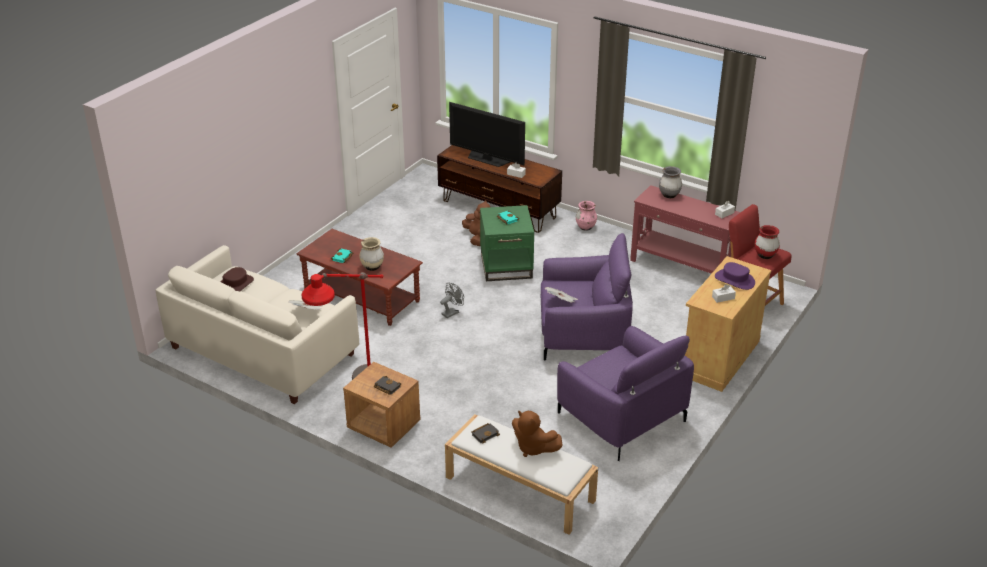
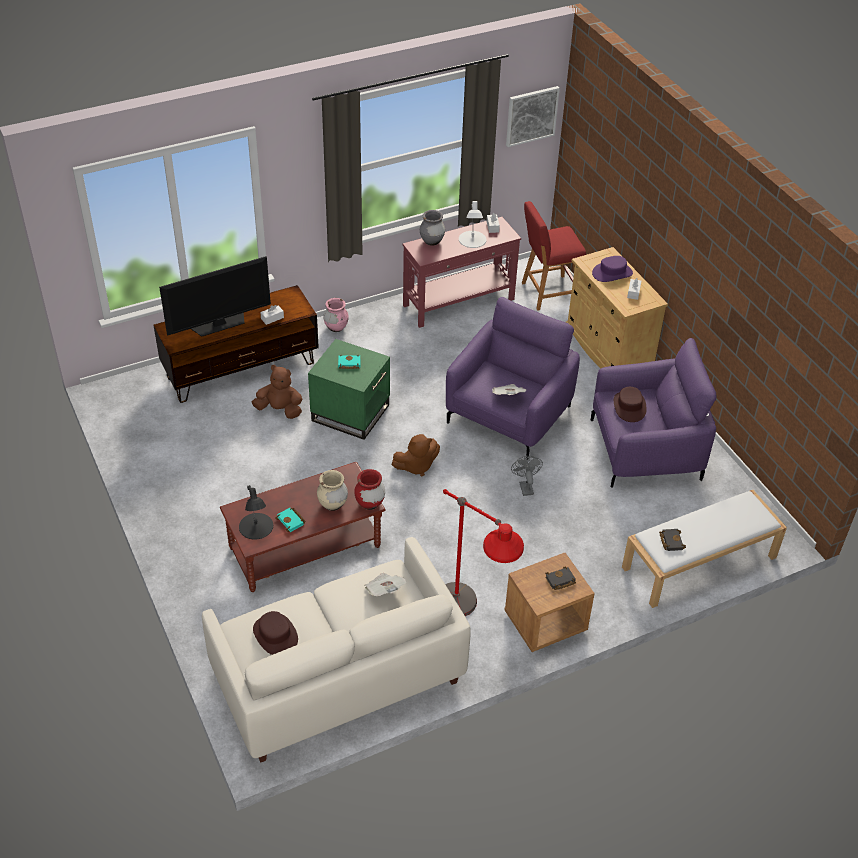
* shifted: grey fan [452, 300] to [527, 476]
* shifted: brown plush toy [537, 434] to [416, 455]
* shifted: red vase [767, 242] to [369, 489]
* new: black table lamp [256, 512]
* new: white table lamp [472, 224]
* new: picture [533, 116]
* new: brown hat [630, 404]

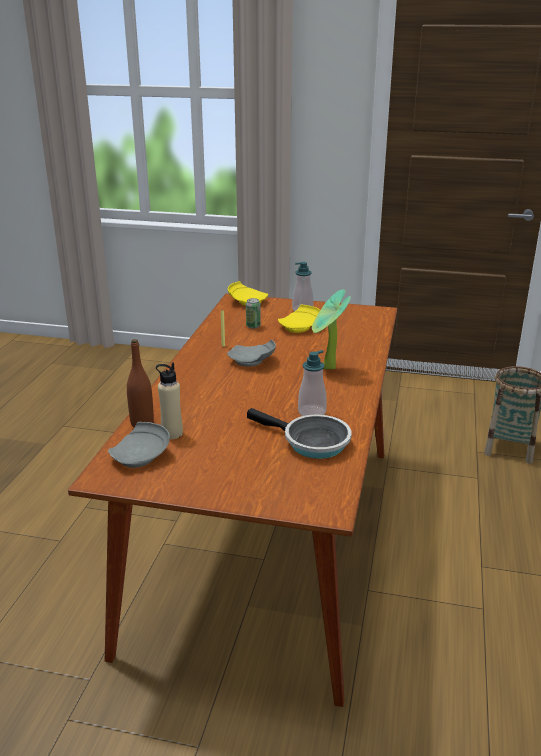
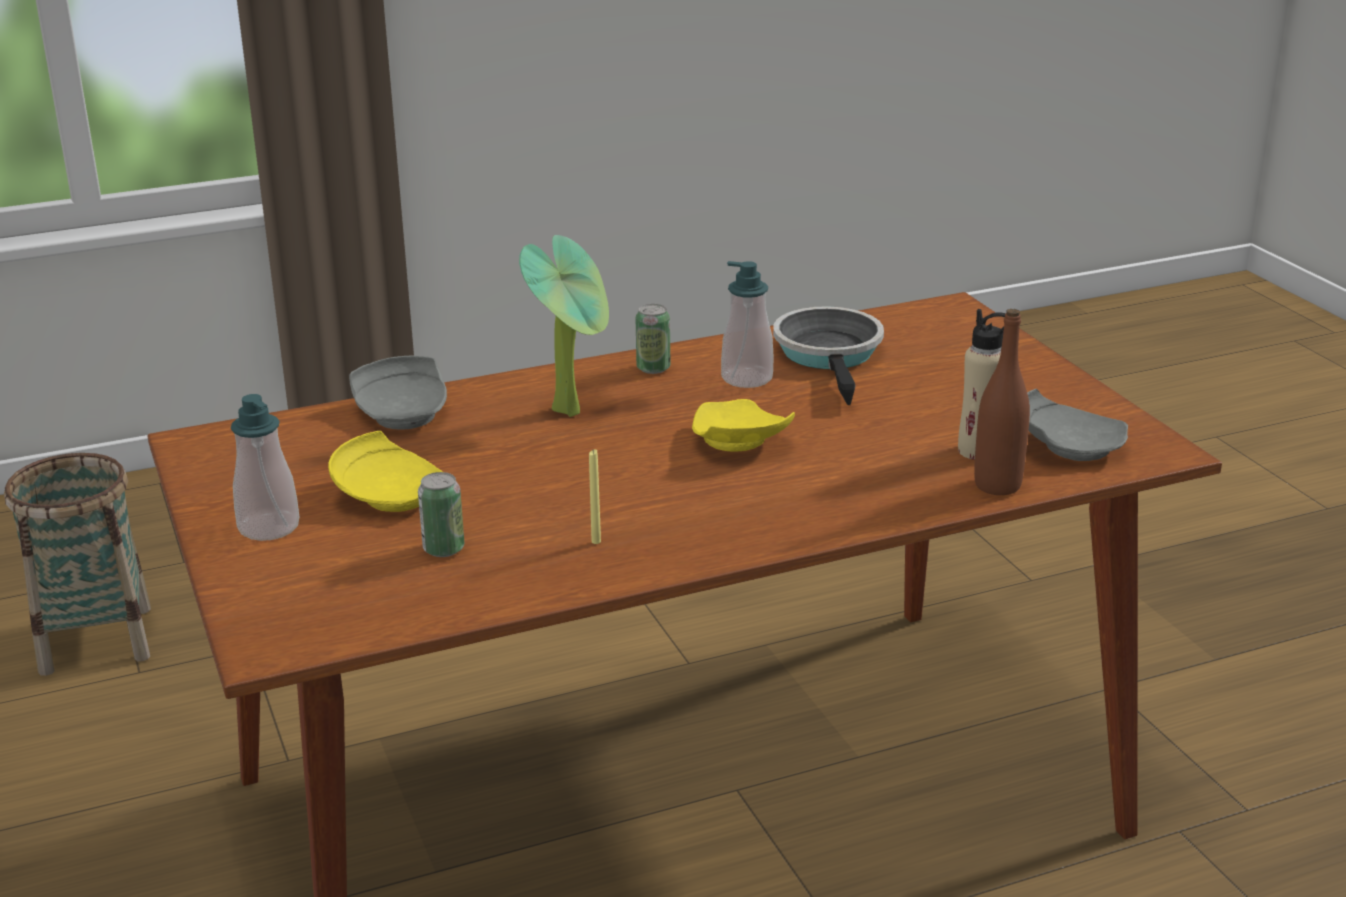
* shifted: grey plate [251, 352] to [398, 393]
* shifted: yellow plate [248, 293] to [743, 425]
* new: can [653, 339]

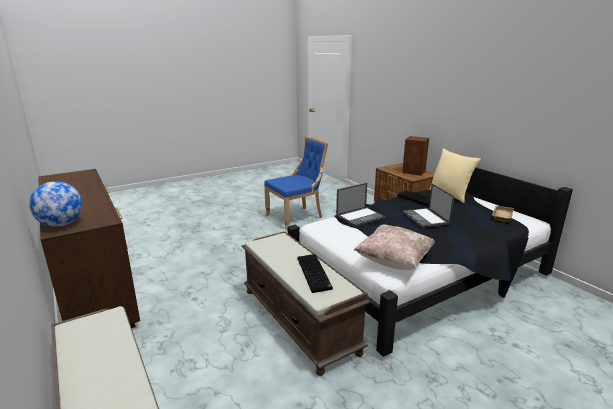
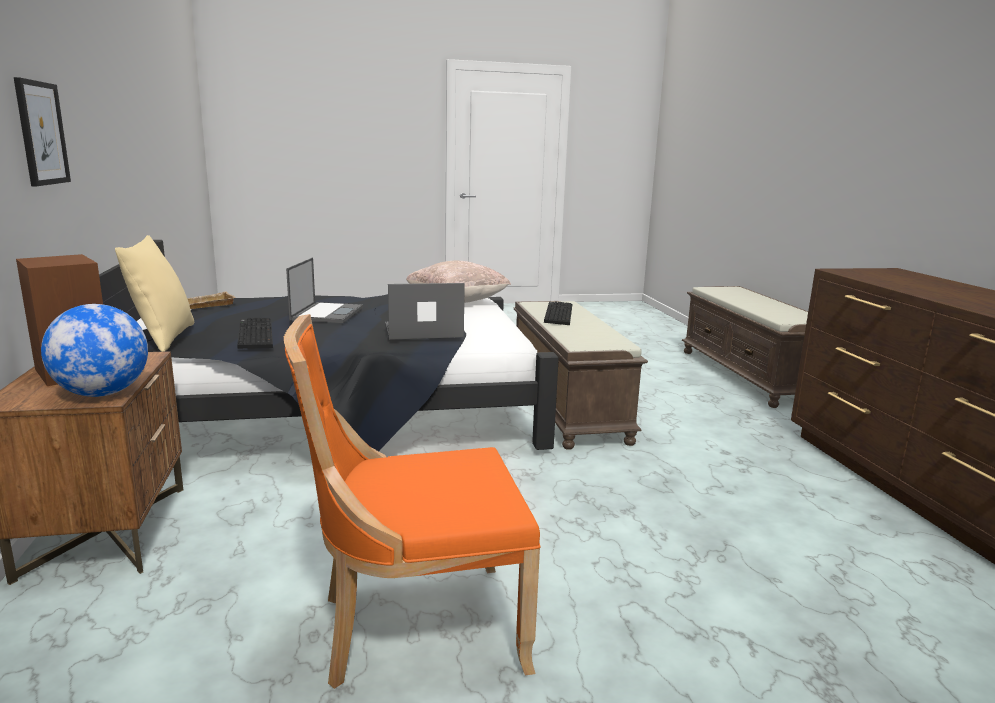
* shifted: globe [55, 204] to [94, 350]
* repainted: blue chair [296, 183] to orange chair [412, 501]
* new: picture [42, 131]

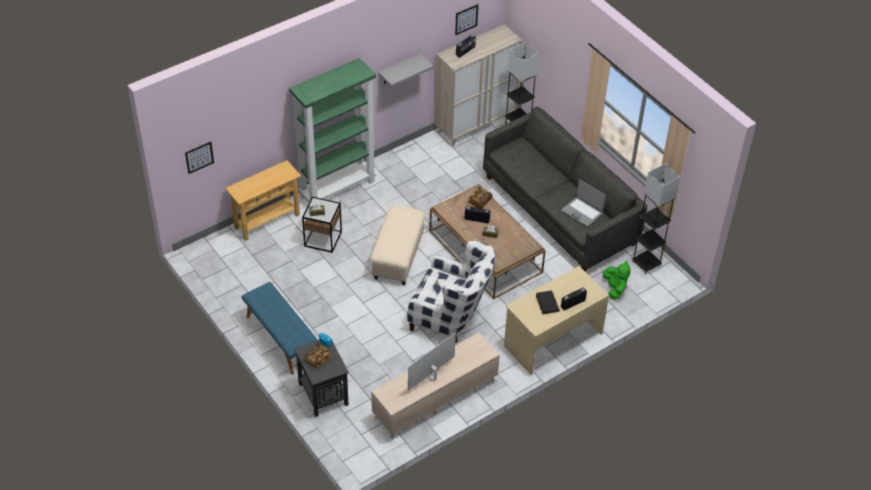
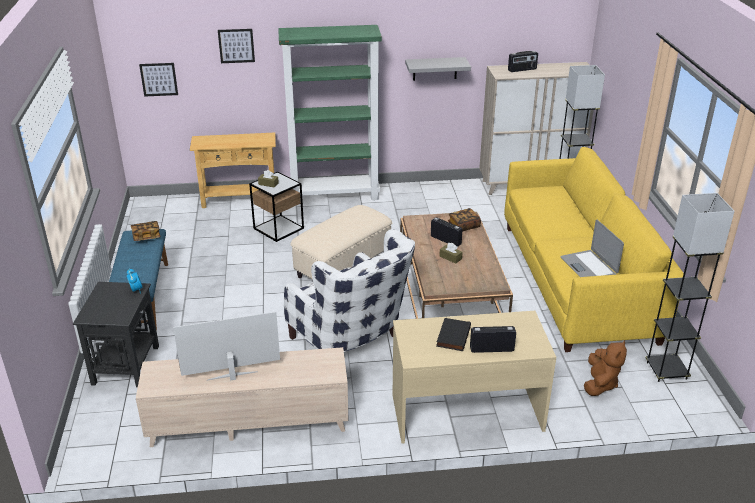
* shifted: book [318, 355] to [146, 231]
* shifted: picture [466, 19] to [236, 46]
* repainted: grey sofa [565, 189] to yellow sofa [594, 249]
* repainted: green plush toy [617, 280] to brown plush toy [605, 368]

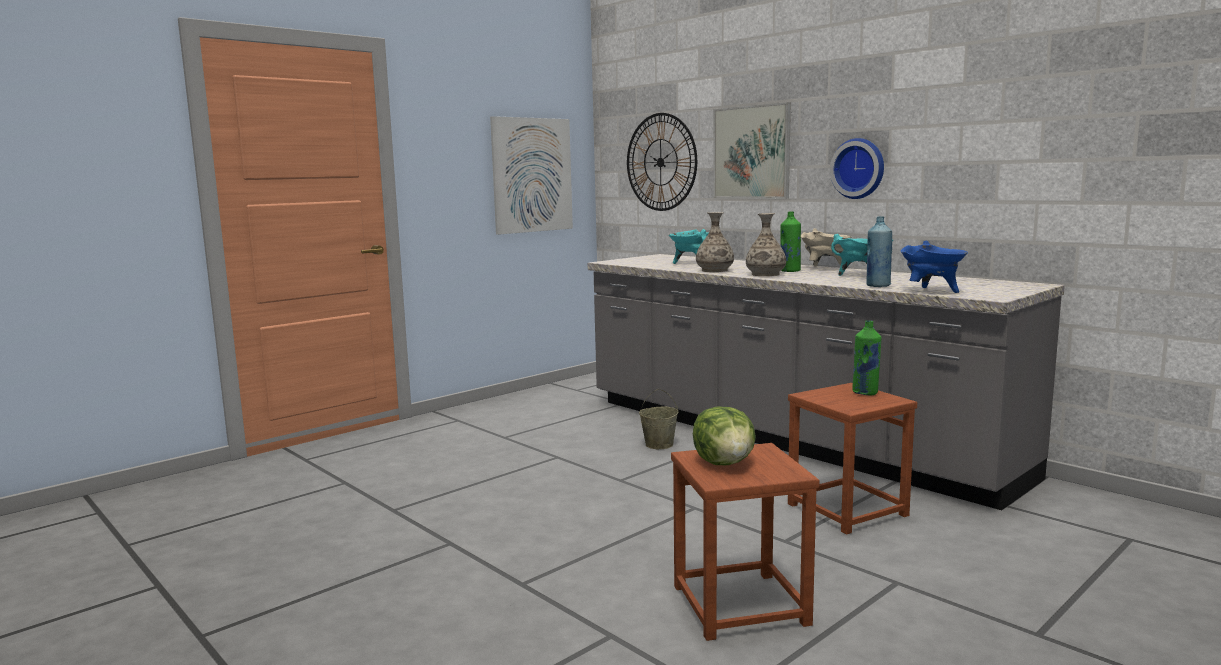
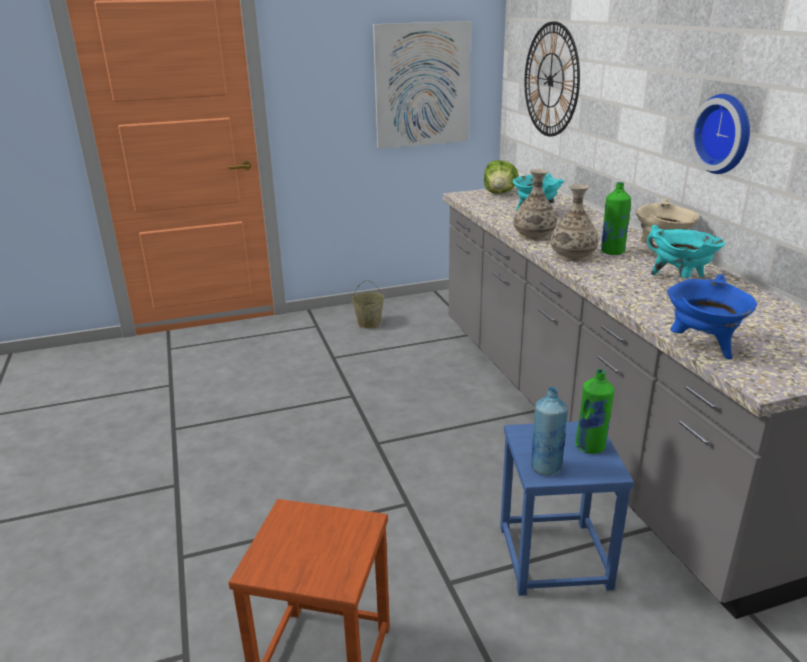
* shifted: beige bucket [658, 419] to [368, 304]
* shifted: lettuce [724, 436] to [501, 177]
* gone: picture [752, 150]
* repainted: brown stool [852, 459] to blue stool [567, 508]
* shifted: blue bottle [879, 251] to [549, 431]

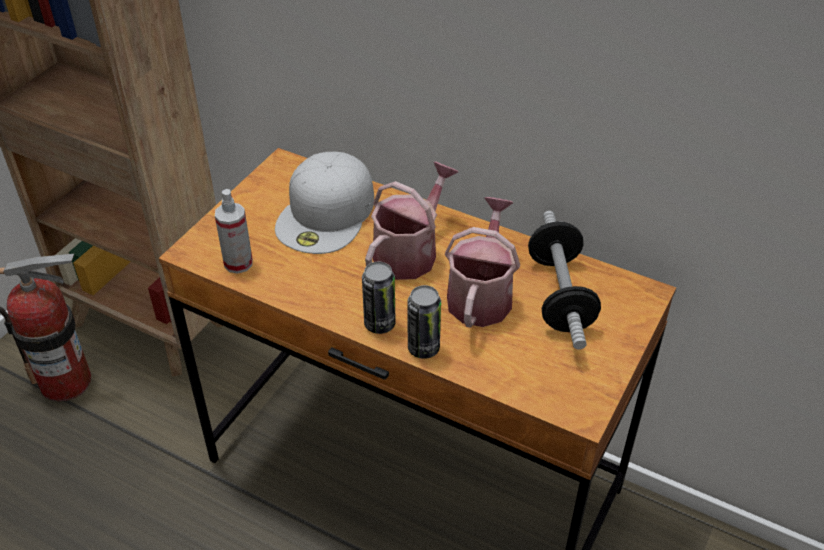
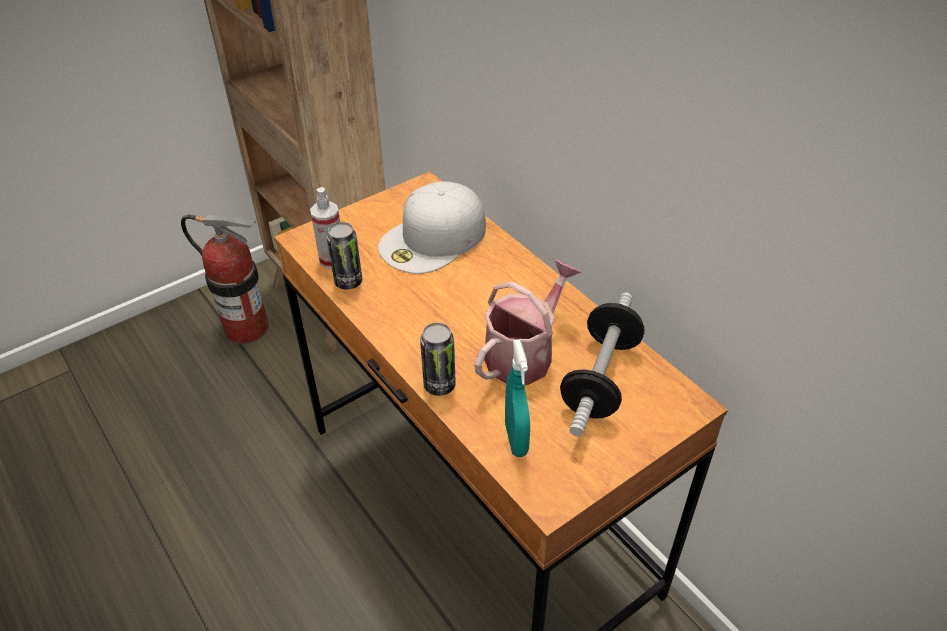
* shifted: can [379, 298] to [344, 256]
* gone: watering can [411, 221]
* new: turquoise spray bottle [517, 398]

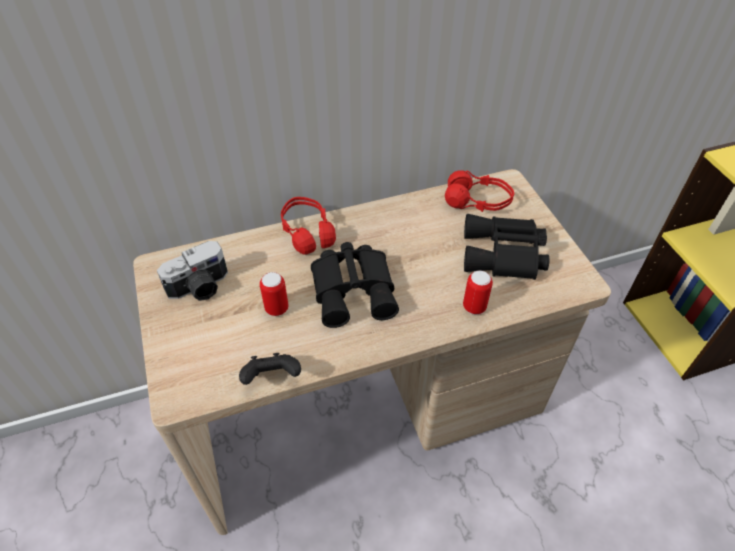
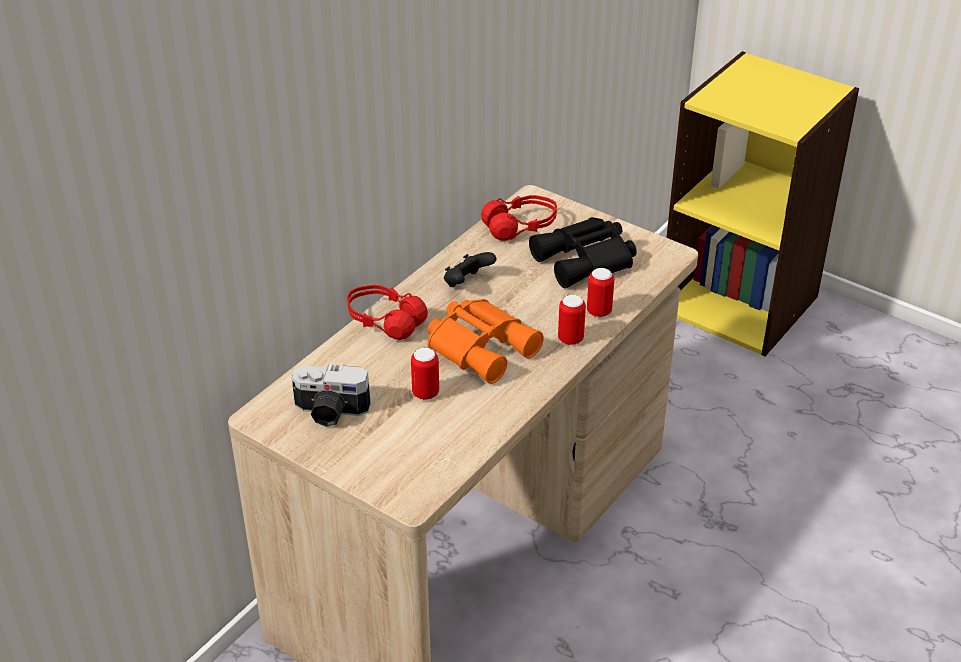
* rotated: photo camera [192, 271] = [331, 395] 75 degrees clockwise
* shifted: black game controller [270, 369] to [470, 269]
* repainted: black binoculars [355, 285] to orange binoculars [485, 341]
* new: can [572, 320]

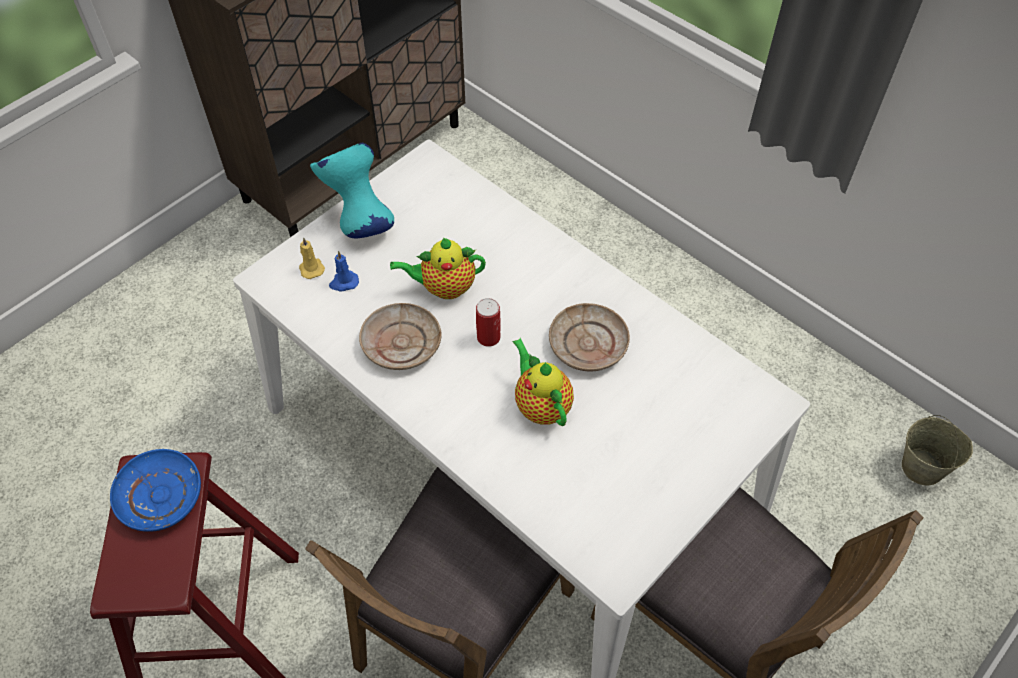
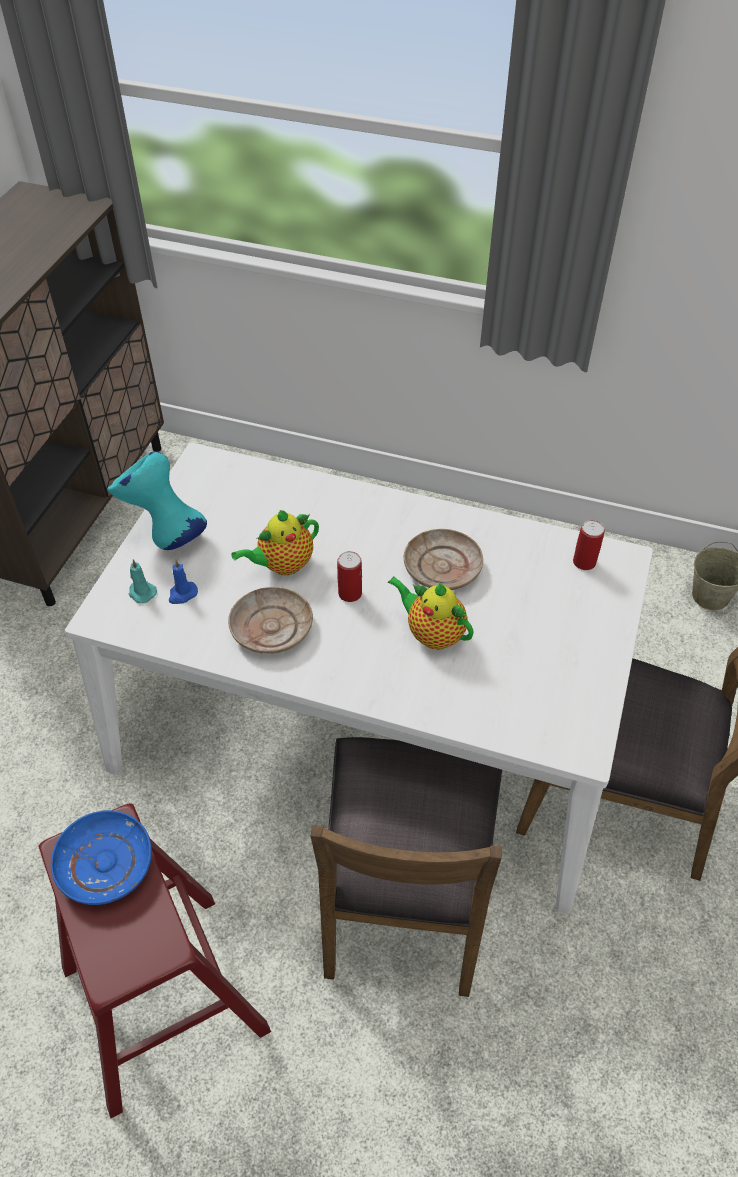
* repainted: yellow candle [312, 258] to turquoise candle [143, 581]
* new: can [589, 545]

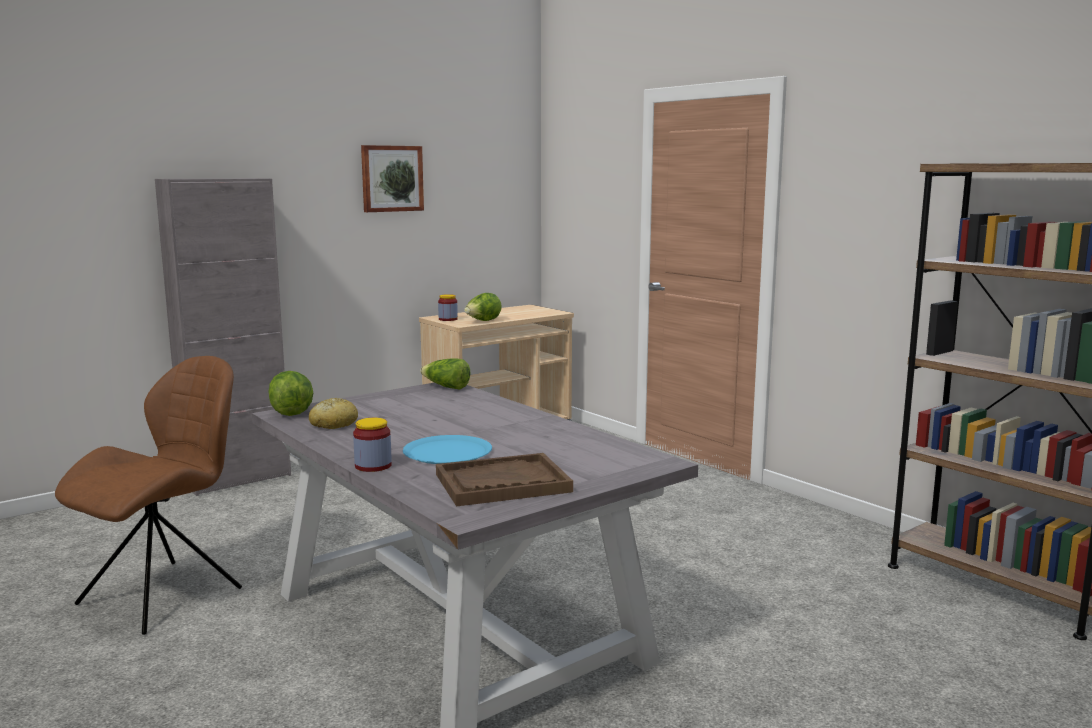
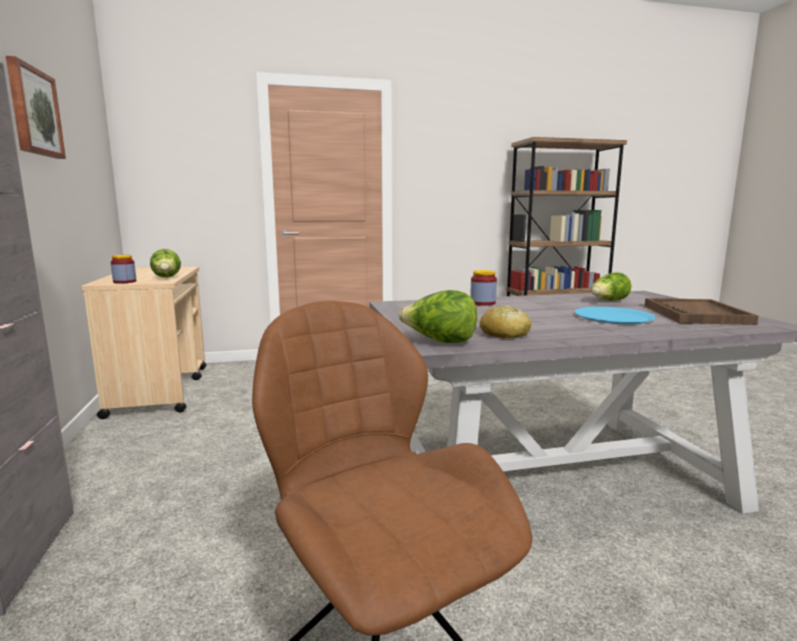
* shifted: jar [372, 445] to [483, 288]
* shifted: lettuce [445, 374] to [611, 286]

